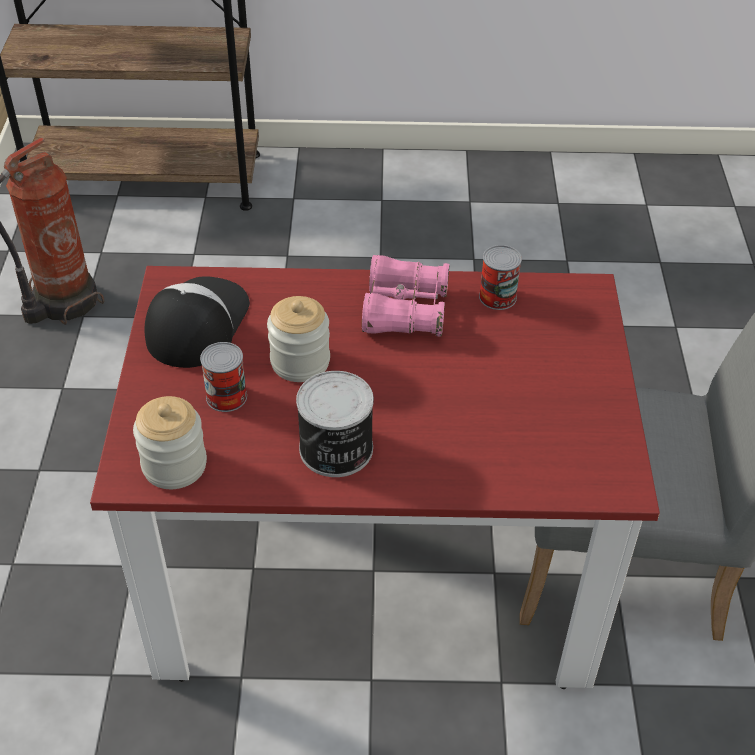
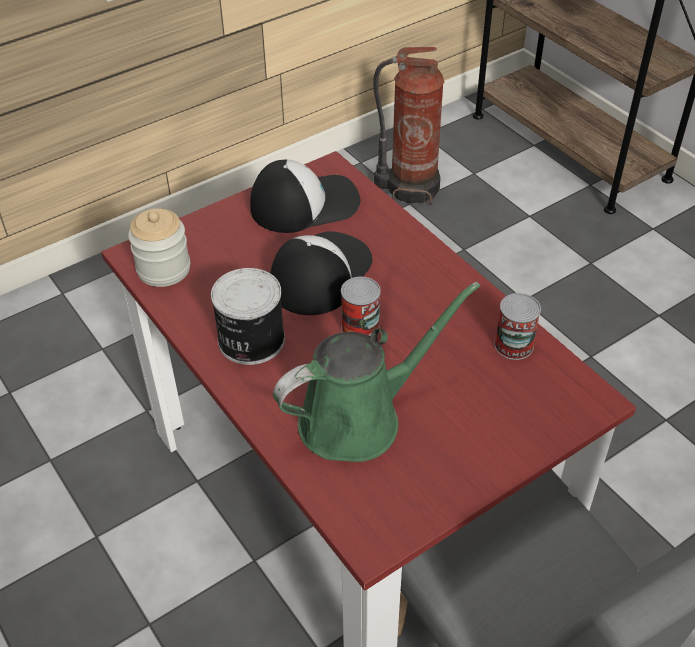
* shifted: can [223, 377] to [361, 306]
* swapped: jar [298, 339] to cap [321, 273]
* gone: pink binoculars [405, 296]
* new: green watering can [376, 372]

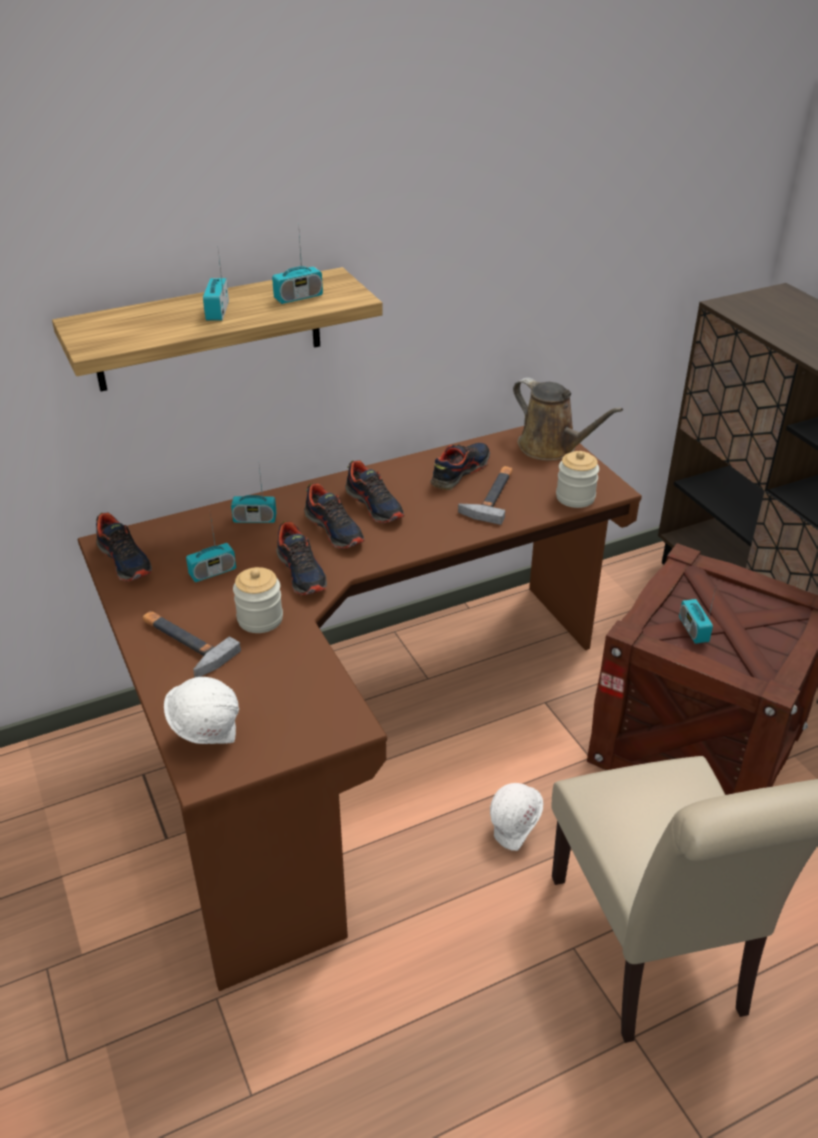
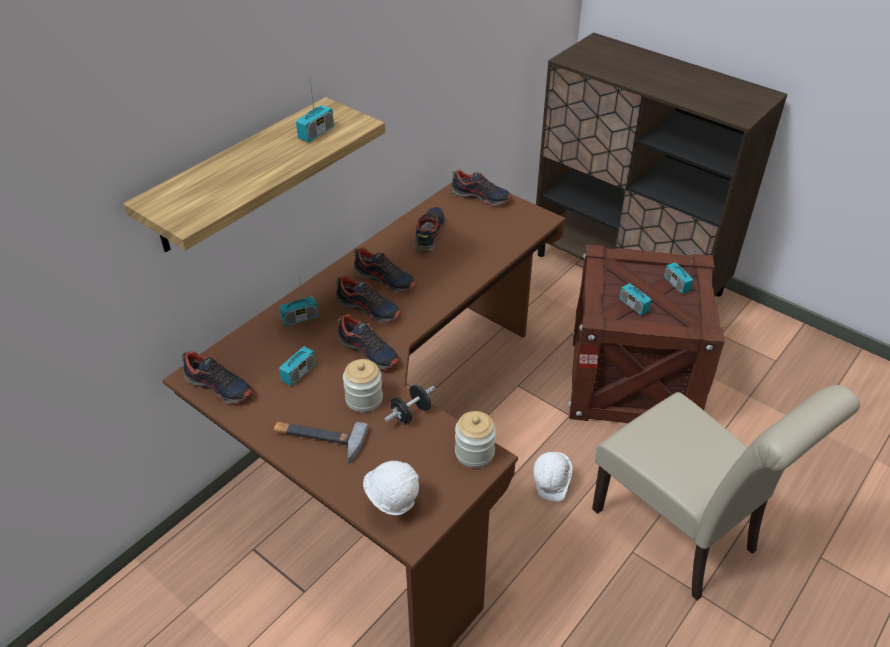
* shifted: radio [216, 285] to [679, 272]
* gone: hammer [485, 495]
* swapped: brown watering can [568, 419] to shoe [481, 188]
* shifted: jar [577, 479] to [475, 439]
* new: black dumbbell [410, 404]

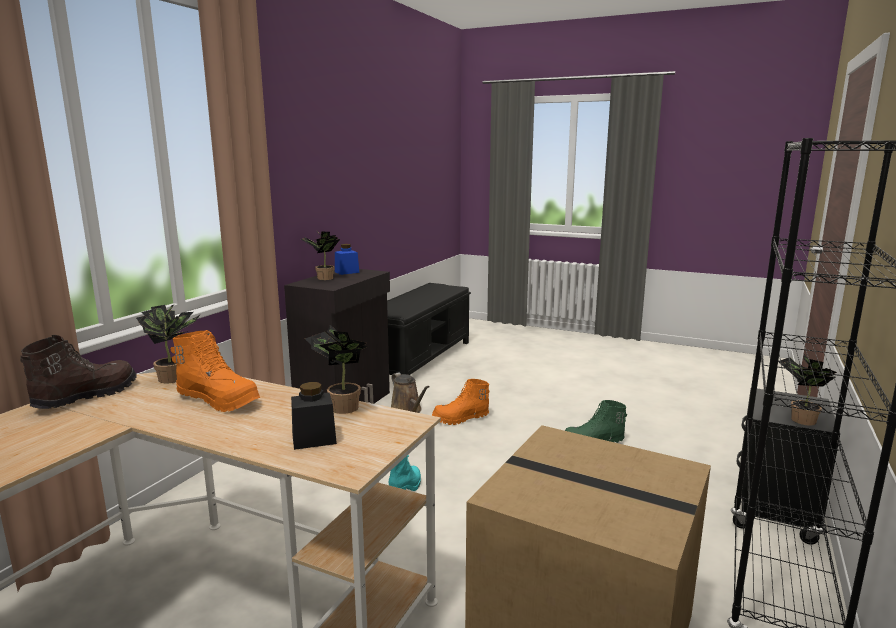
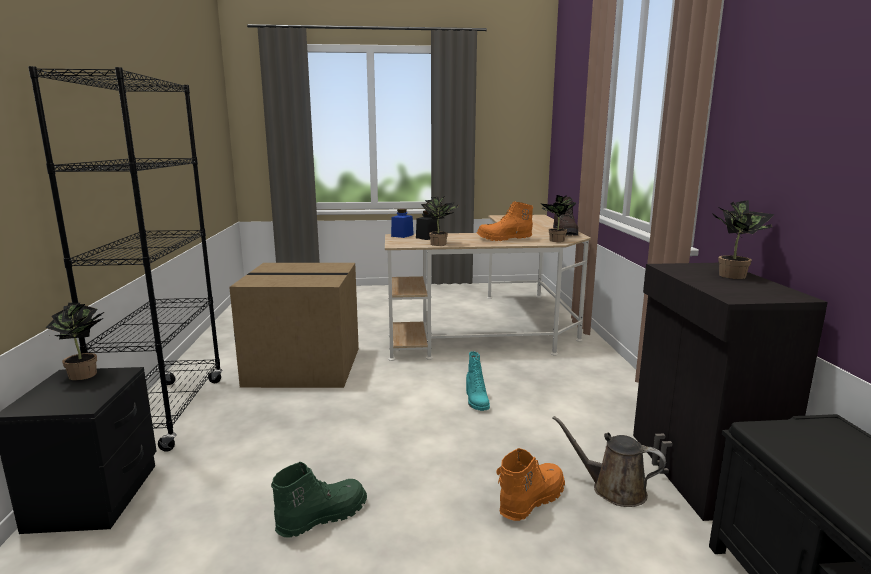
* shifted: blue jar [347, 259] to [402, 223]

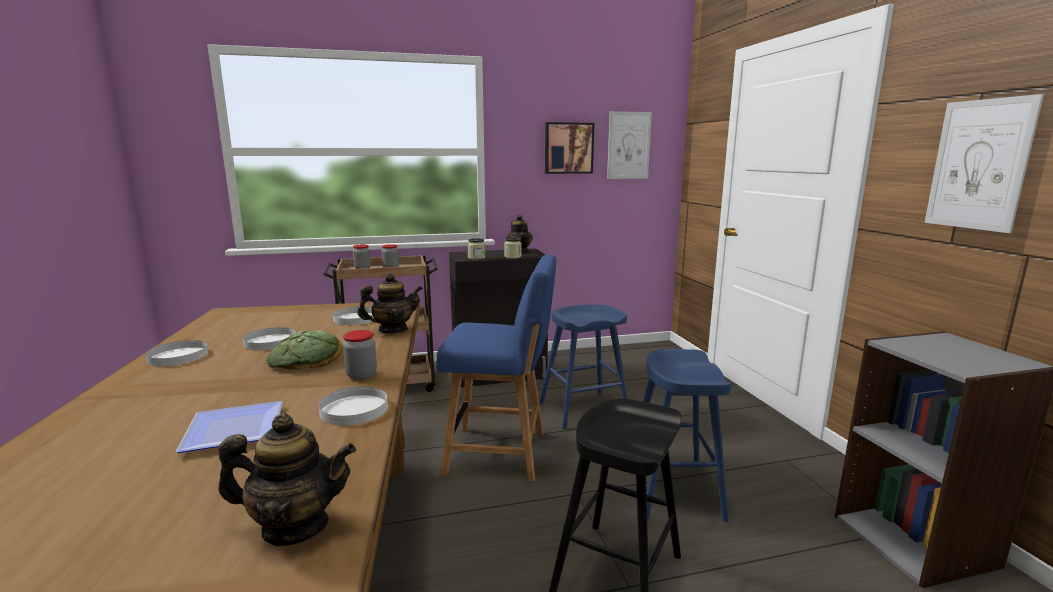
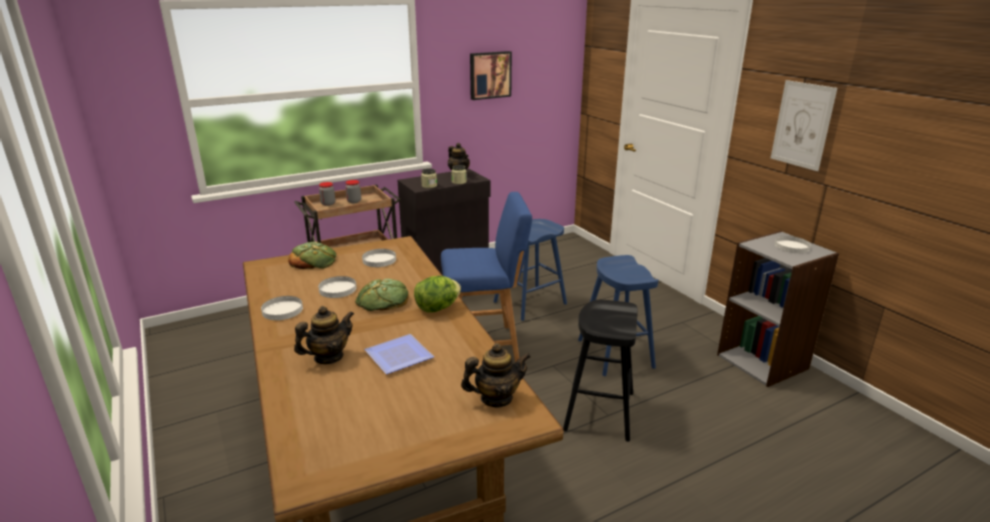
* shifted: white plate [353, 406] to [792, 244]
* swapped: jar [360, 355] to lettuce [437, 294]
* shifted: teapot [390, 303] to [324, 335]
* gone: picture [629, 145]
* new: bread [312, 255]

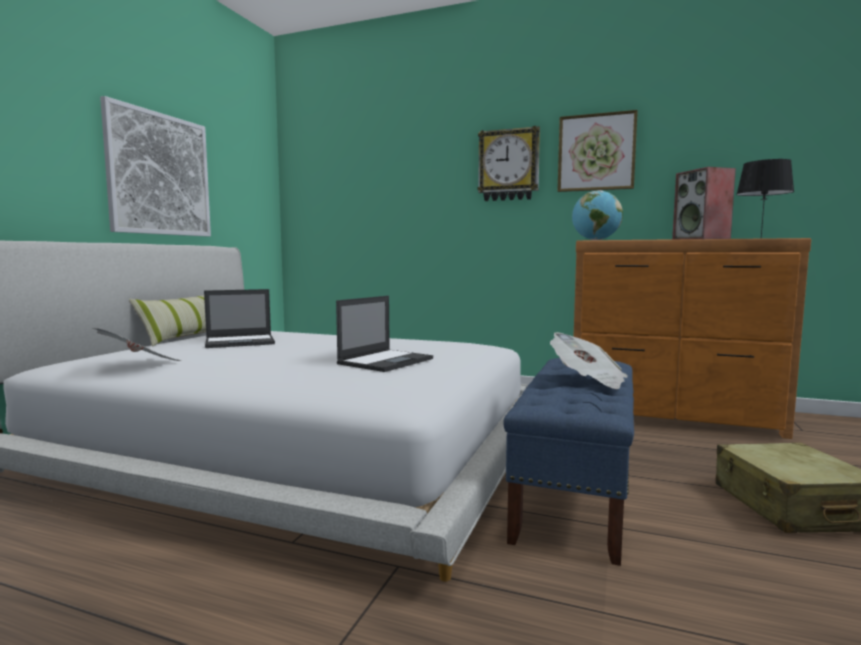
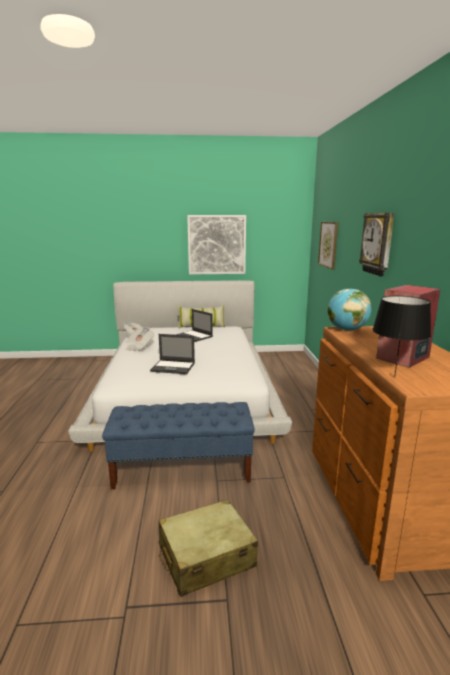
* shifted: newspaper [589, 360] to [139, 339]
* shifted: picture [598, 151] to [328, 245]

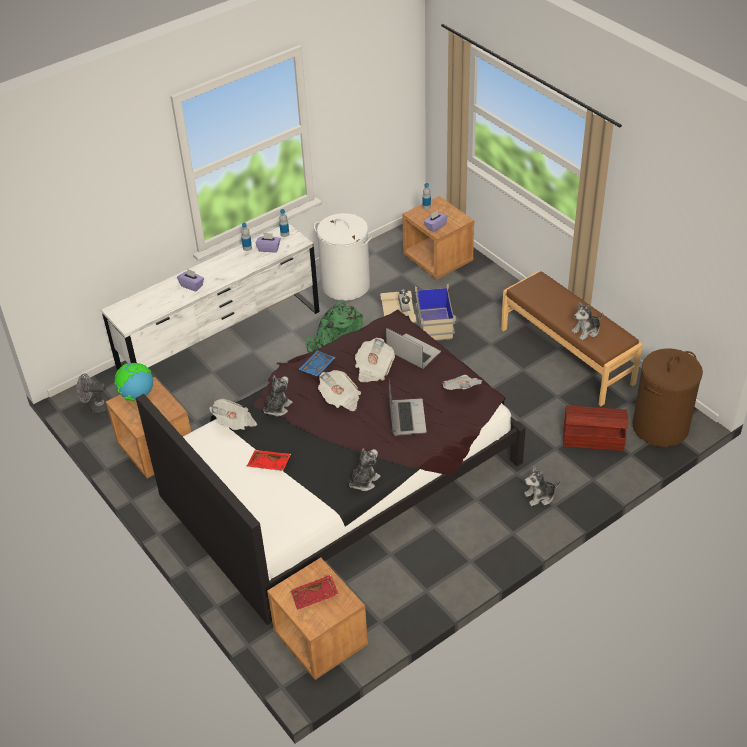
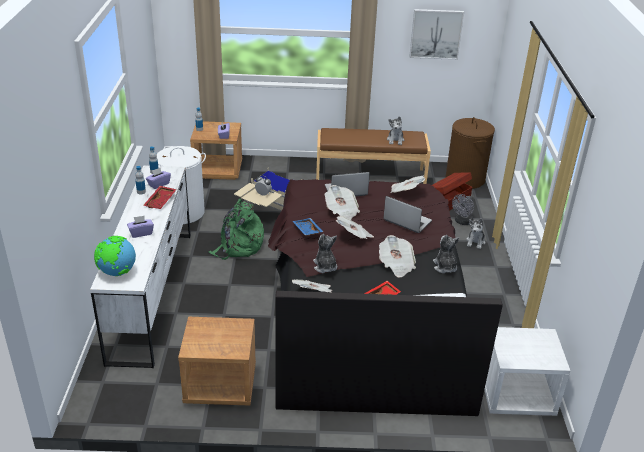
* shifted: grey fan [93, 394] to [463, 209]
* shifted: globe [133, 382] to [115, 256]
* repainted: brown nightstand [317, 619] to white nightstand [527, 371]
* shifted: red tray [314, 592] to [160, 197]
* new: newspaper [397, 256]
* new: picture [436, 34]

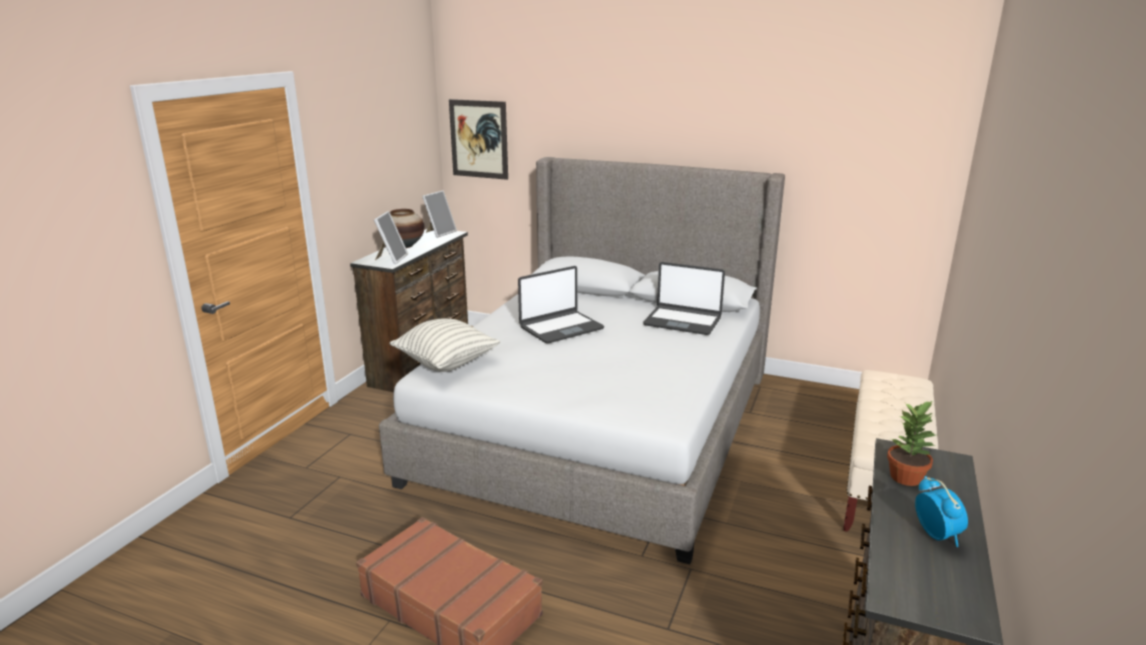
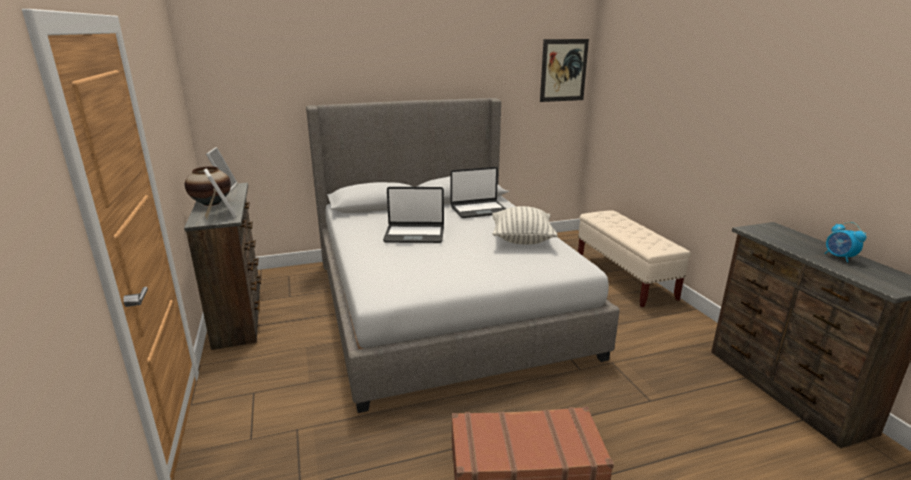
* shifted: pillow [445, 345] to [525, 225]
* shifted: picture [478, 139] to [564, 70]
* rotated: laptop [561, 304] = [413, 215] 75 degrees clockwise
* gone: potted plant [911, 443]
* rotated: alarm clock [941, 511] = [845, 242] 150 degrees counterclockwise

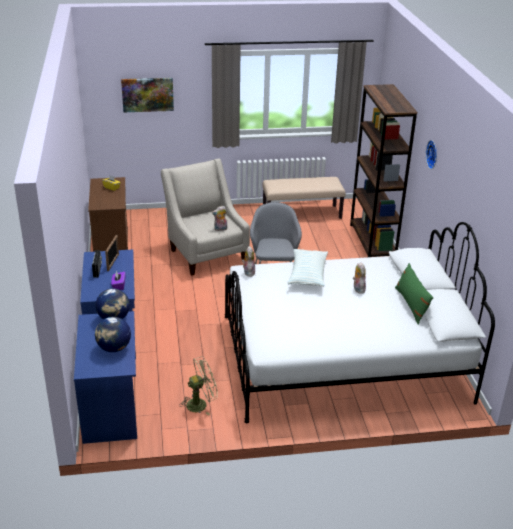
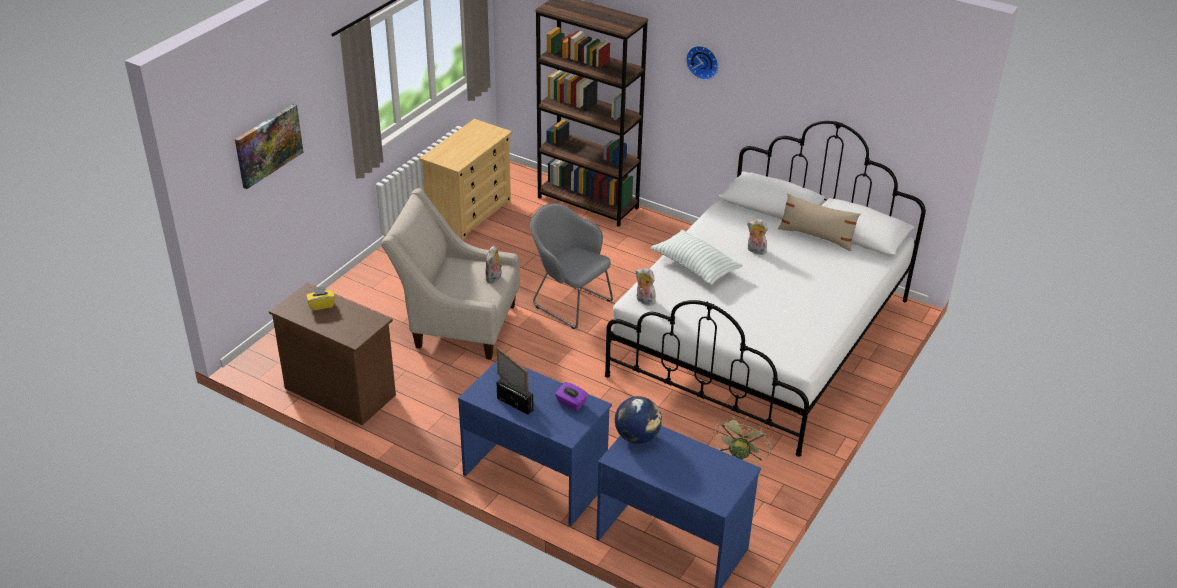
* gone: globe [113, 334]
* swapped: beige bench [303, 198] to beige dresser [465, 180]
* repainted: green pillow [414, 294] to beige pillow [819, 222]

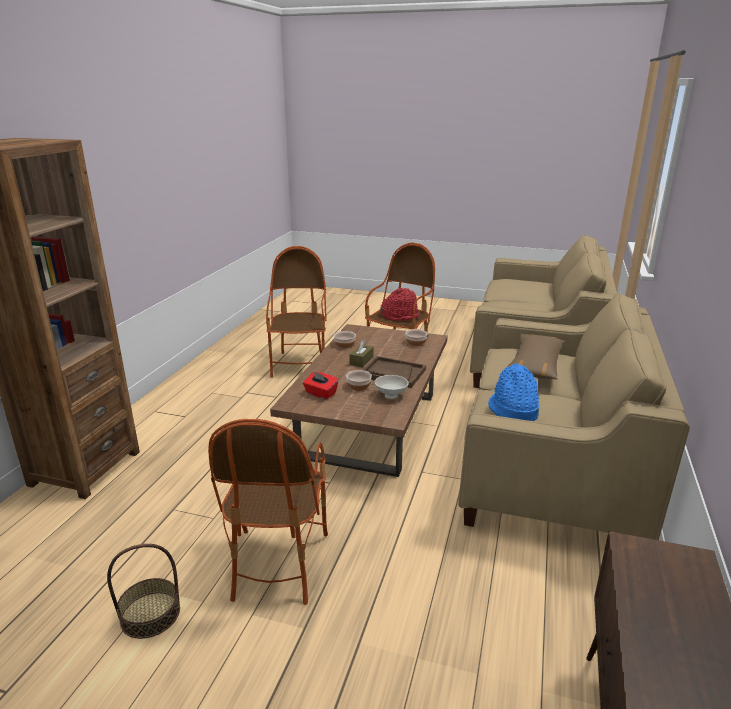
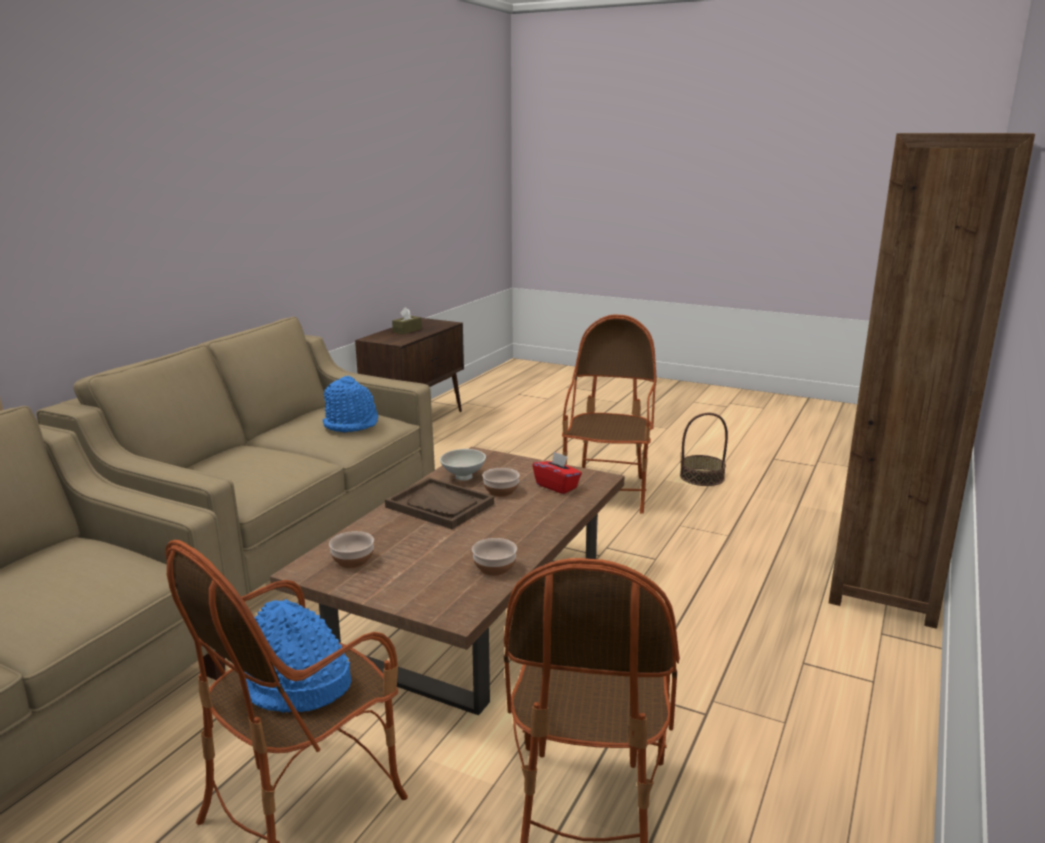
* shifted: brown tissue box [361, 354] to [407, 320]
* repainted: red hat [400, 304] to blue hat [298, 656]
* gone: brown pillow [535, 356]

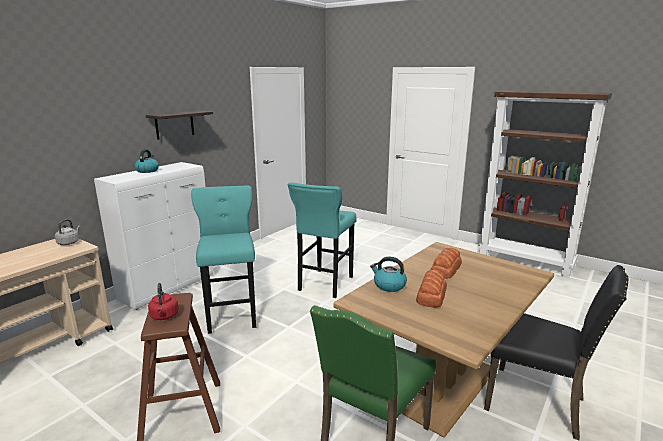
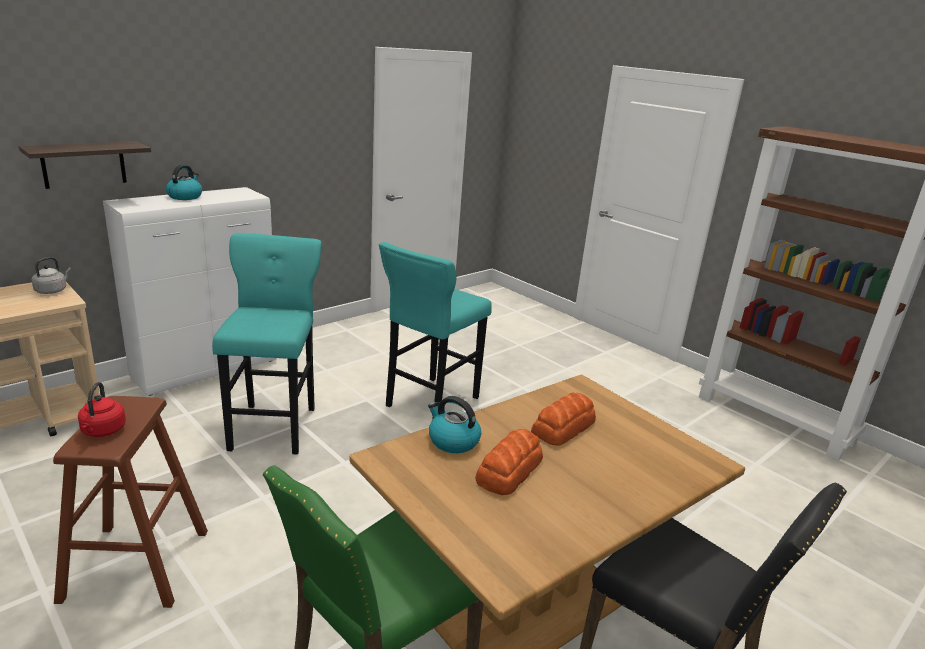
* shifted: shelf [179, 125] to [85, 165]

